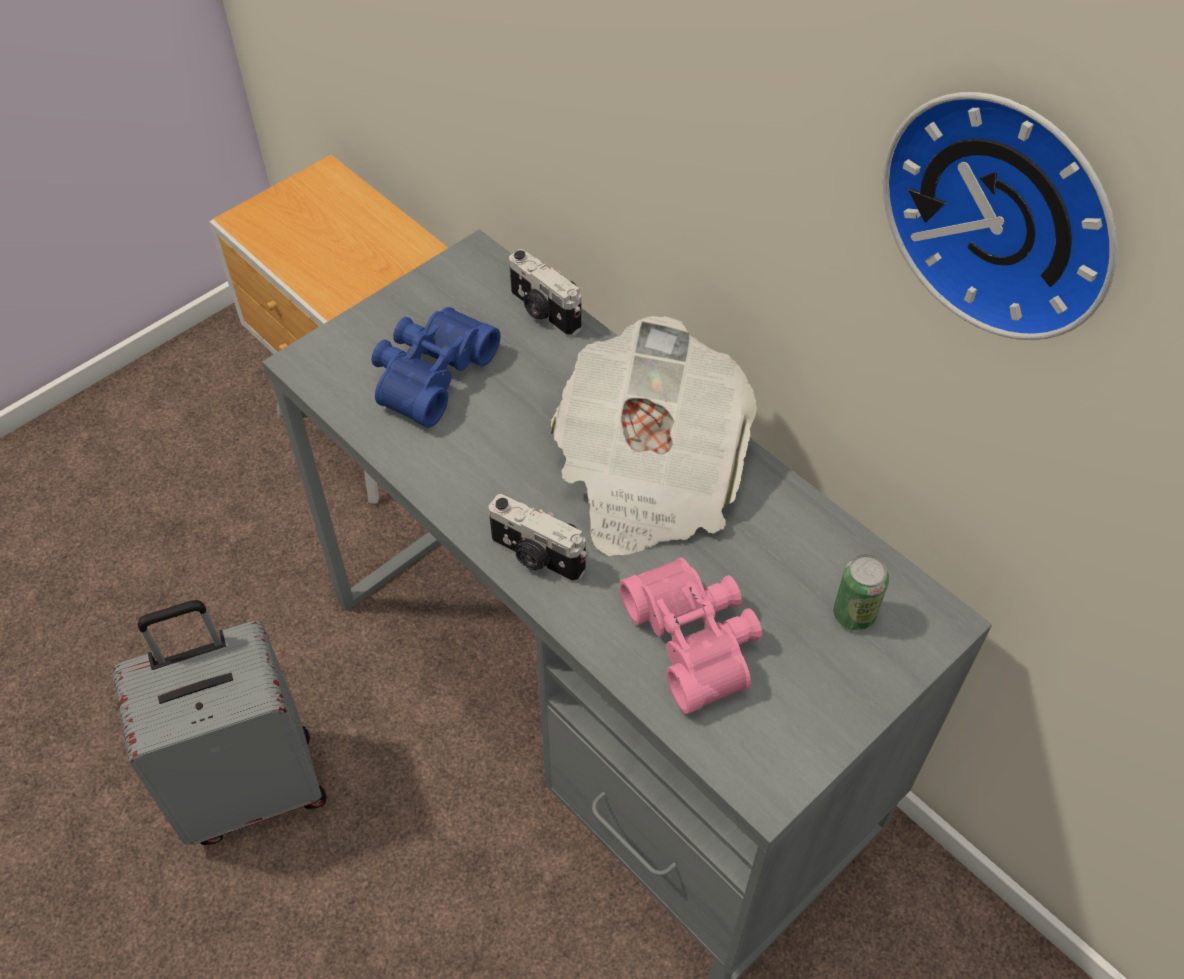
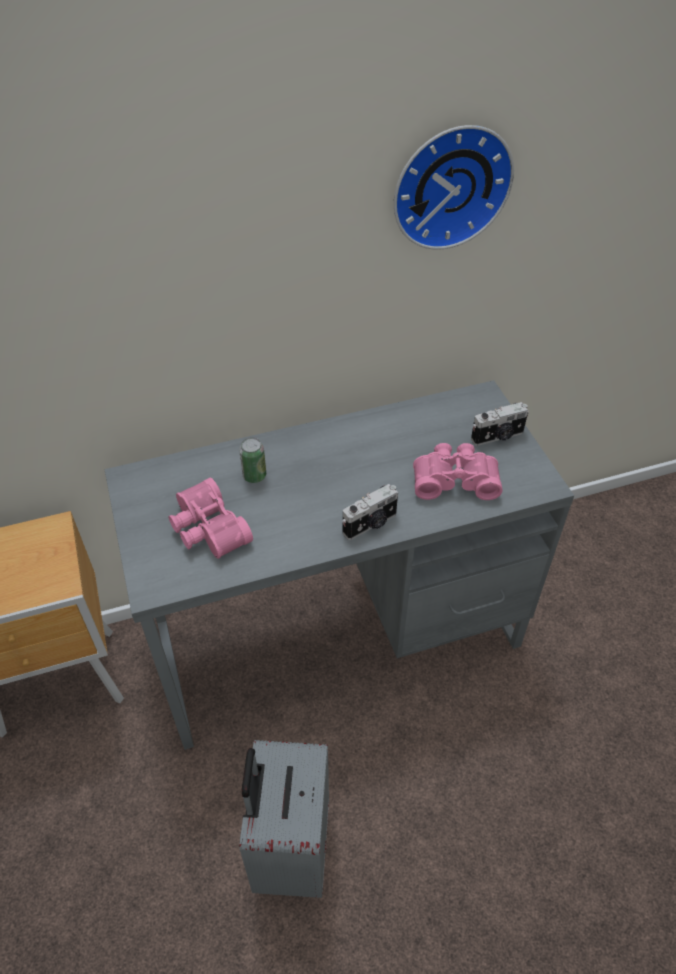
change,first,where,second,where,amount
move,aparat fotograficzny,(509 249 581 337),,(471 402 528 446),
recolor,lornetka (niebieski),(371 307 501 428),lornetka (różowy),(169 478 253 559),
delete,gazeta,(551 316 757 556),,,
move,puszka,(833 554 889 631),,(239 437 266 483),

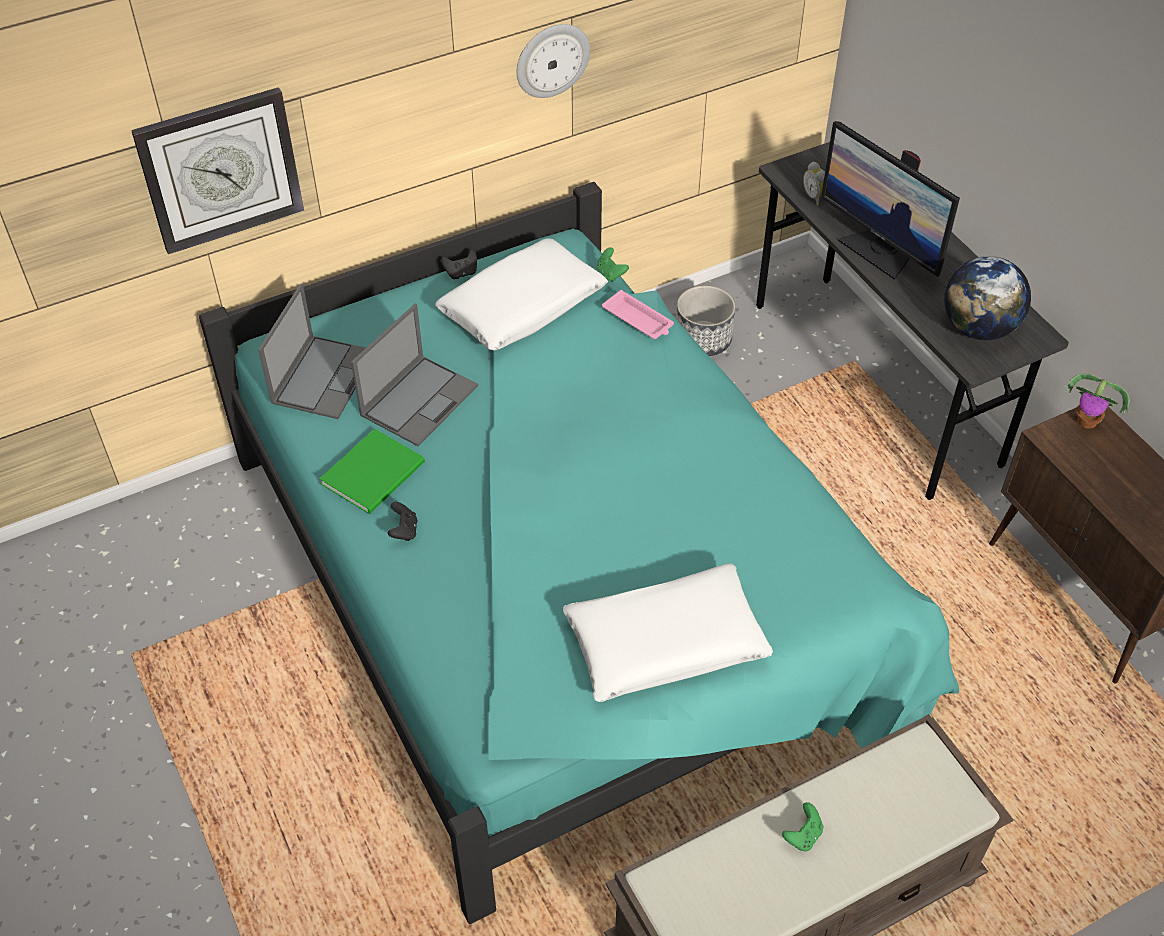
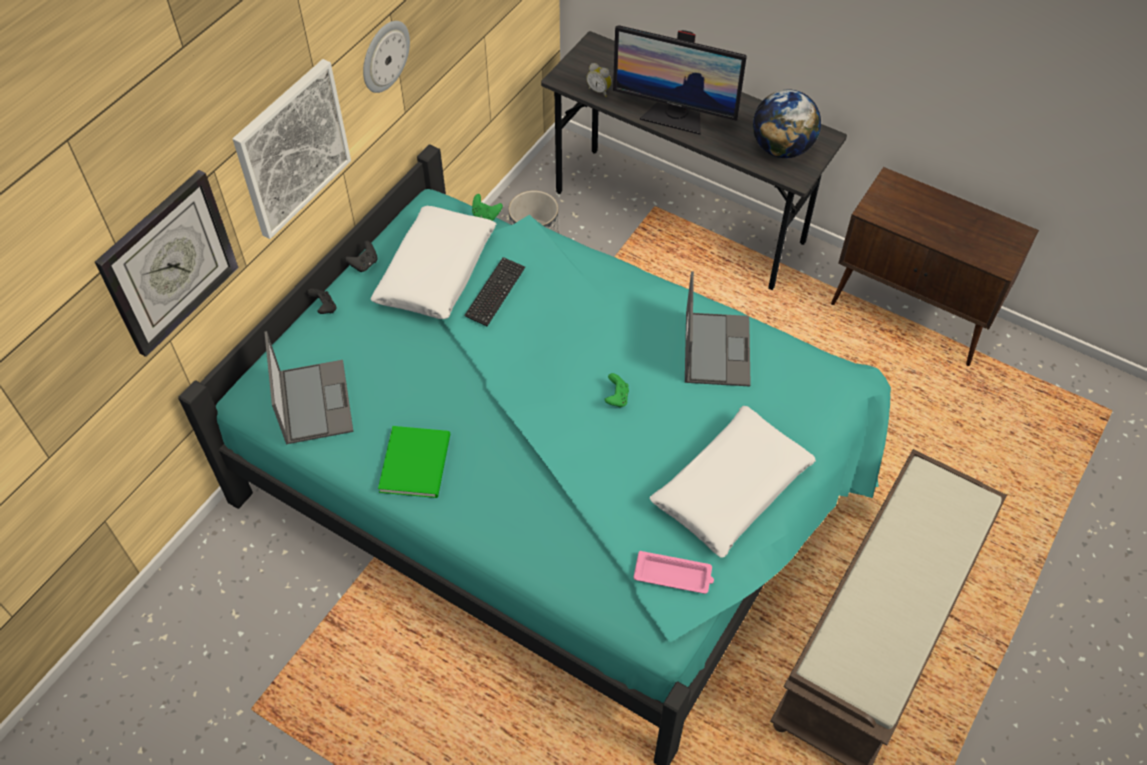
change,first,where,second,where,amount
move,taca (różowy),(602 290 674 339),,(634 551 714 594),
move,laptop,(351 303 478 446),,(685 271 751 386),
delete,roślina doniczkowa,(1064 373 1130 428),,,
move,pad do gier (czarny),(387 502 417 541),,(307 288 337 314),
move,pad do gier (zielony),(782 802 823 852),,(605 373 629 408),
insert,,,obraz,(233 59 351 239),
insert,,,klawiatura,(464 257 525 326),

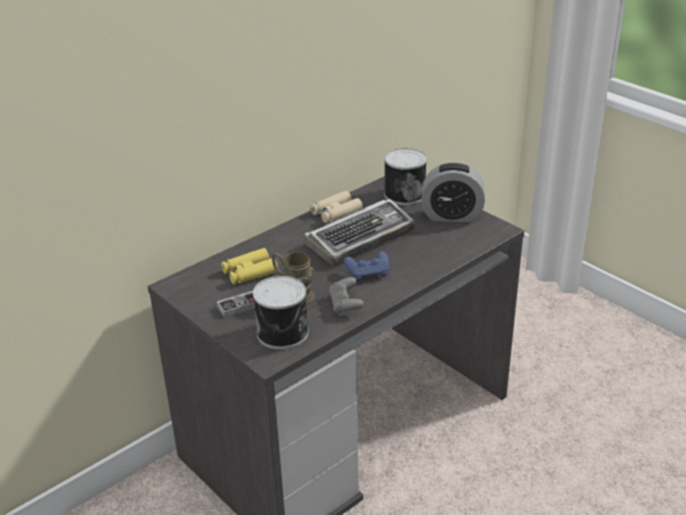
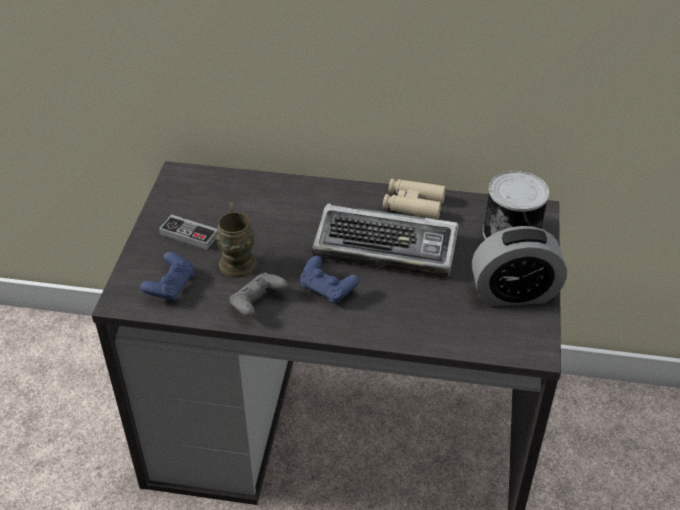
change,first,where,second,where,amount
rotate,budzik,(421 162 485 222),,(472 226 567 306),60 degrees counterclockwise
delete,lornetka (żółty),(221 248 278 284),,,
replace,puszka,(253 276 308 349),pad do gier (niebieski),(140 252 195 302),

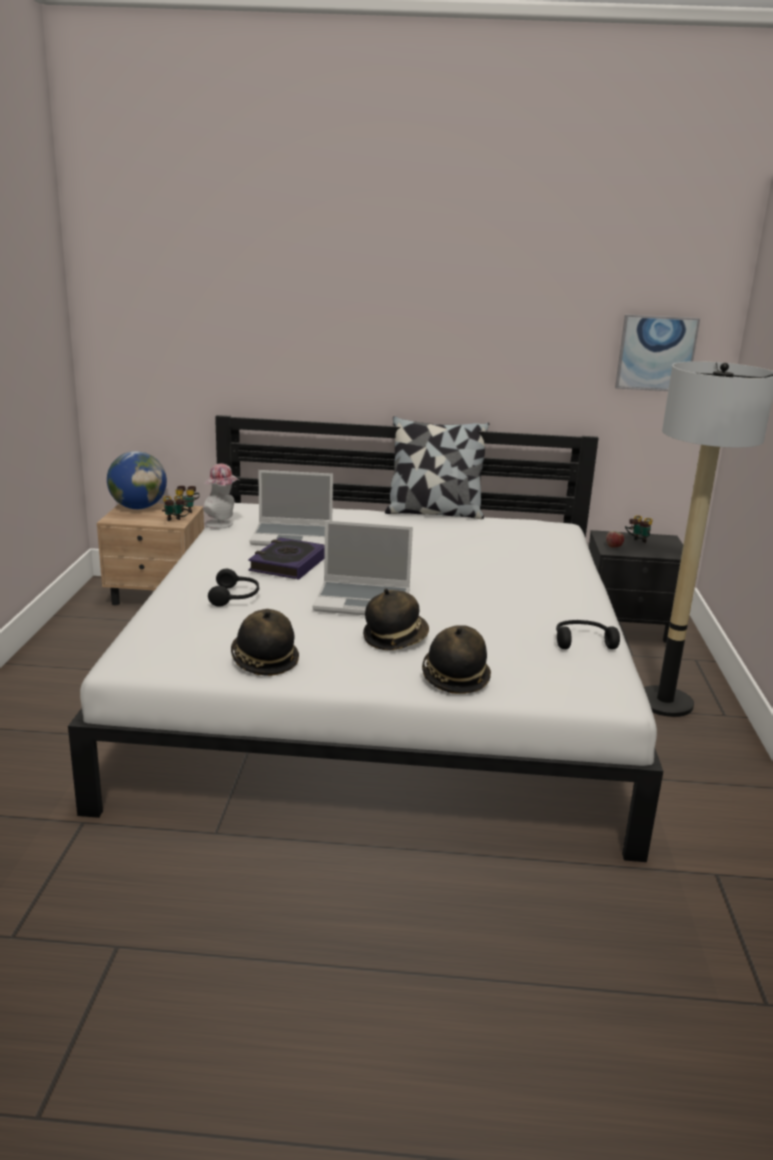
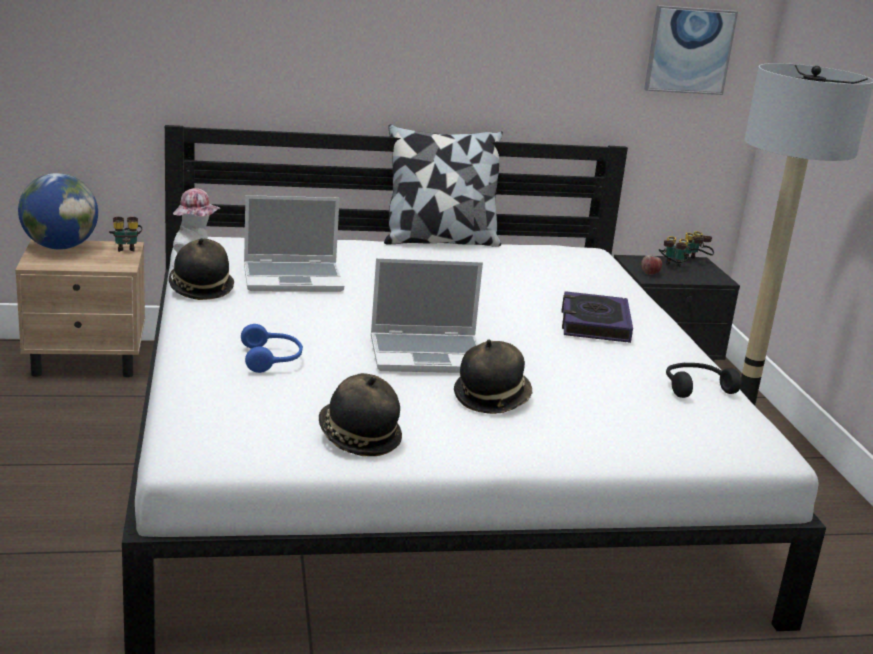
change,first,where,second,where,amount
move,lornetka,(162 495 189 521),,(684 231 714 261),
move,książka,(248 537 325 579),,(561 291 633 343),
recolor,słuchawki (czarny),(208 569 259 607),słuchawki (niebieski),(241 324 303 373),
move,kapelusz,(422 625 491 694),,(169 238 234 300),

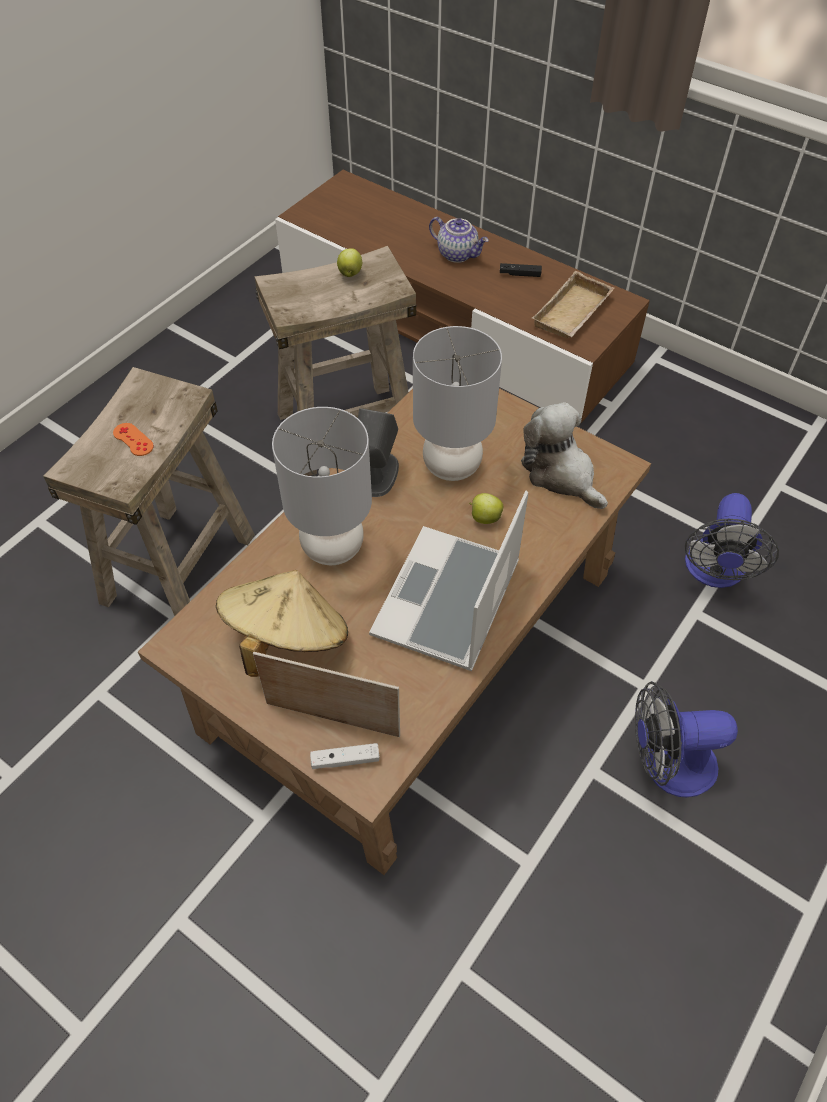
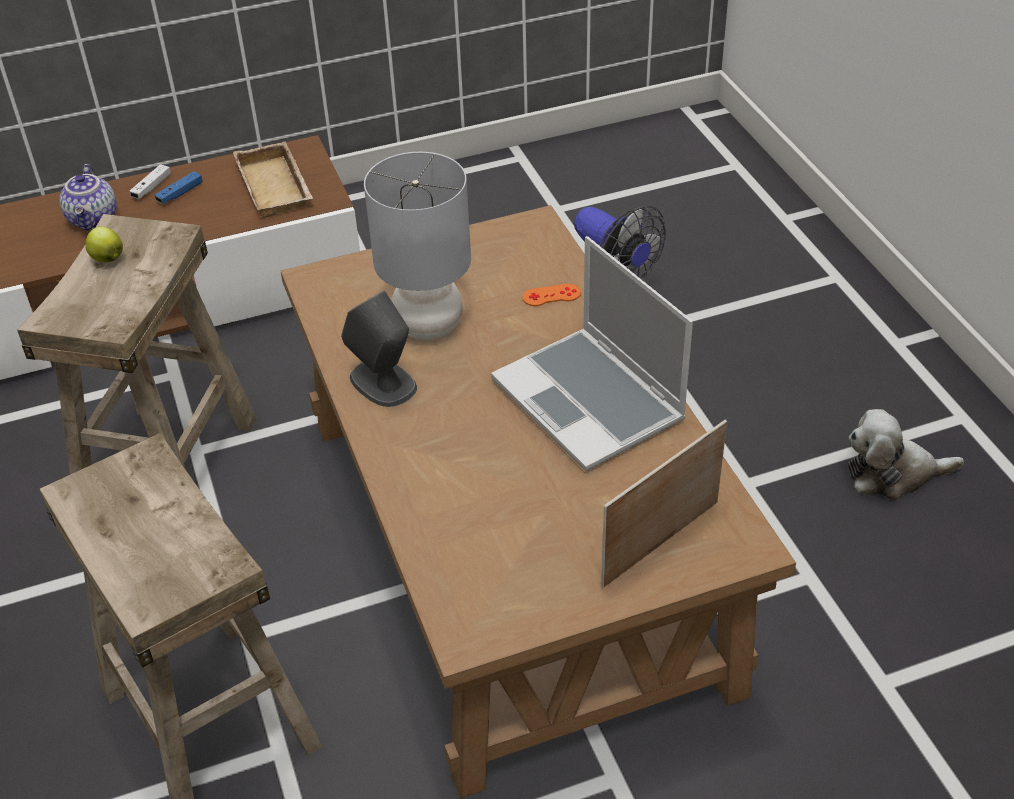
change,first,where,second,where,amount
rotate,imbryk,(429 217 489 263),,(59 164 117 230),105 degrees clockwise
recolor,pad do gier (czarny),(500 263 542 277),pad do gier (niebieski),(155 171 202 204),
move,pluszak,(521 402 608 509),,(848 409 964 500),
delete,lampa stołowa (szary),(272 407 372 565),,,
move,pad do gier (pomarańczowy),(113 423 154 456),,(523 284 581 306),
delete,jabłko,(469 493 503 524),,,
delete,kapelusz (beżowy),(216 570 348 677),,,
delete,wentylator,(635 681 738 797),,,
move,pad do gier (biały),(310 743 379 769),,(129 164 171 199),

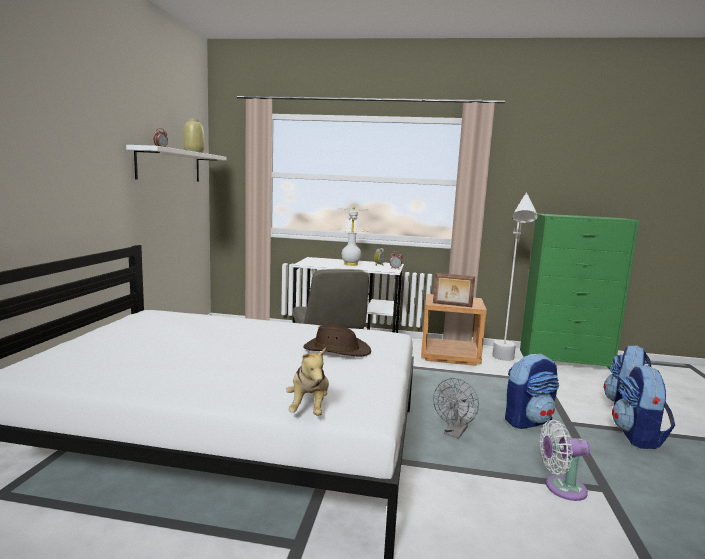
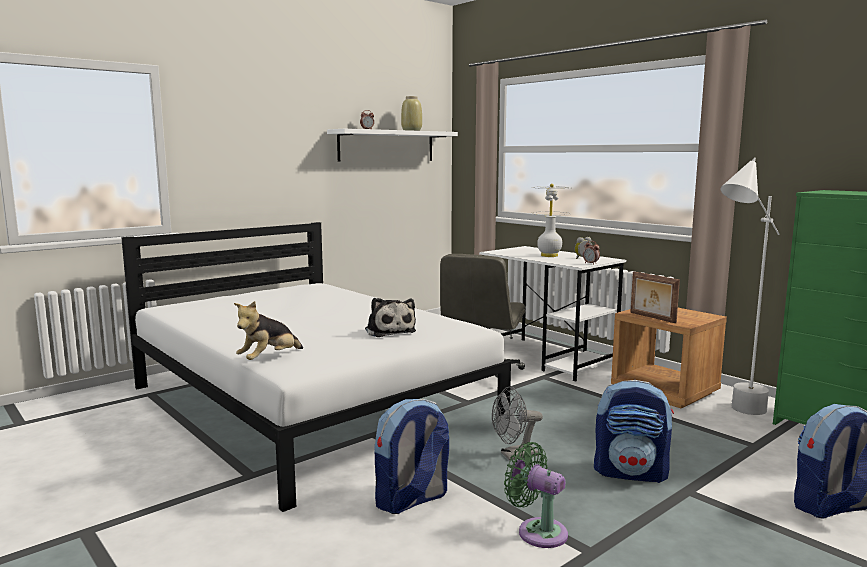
change,first,where,second,where,amount
replace,kapelusz (brązowy),(303 324 371 357),pluszak,(365 298 416 337),
move,plecak,(612 365 675 449),,(375 399 449 514),
recolor,wentylator (biały),(539 420 590 501),wentylator (zielony),(504 442 568 548),

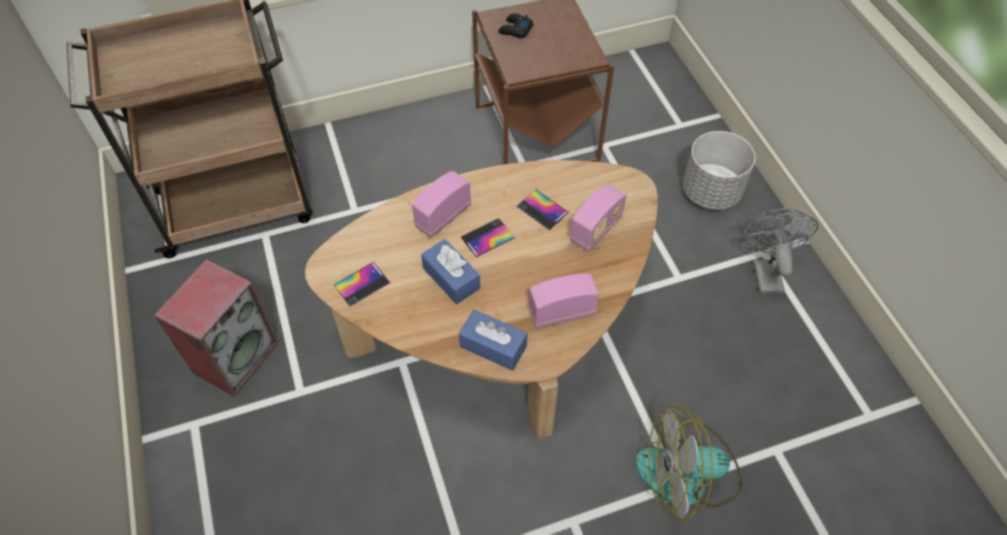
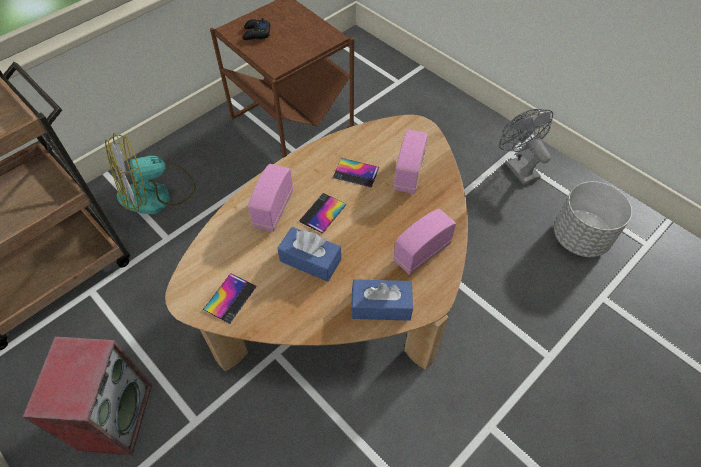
change,first,where,second,where,amount
move,donica (szary),(683 131 756 210),,(554 181 632 257),
move,wentylator,(635 406 743 520),,(105 133 196 214),

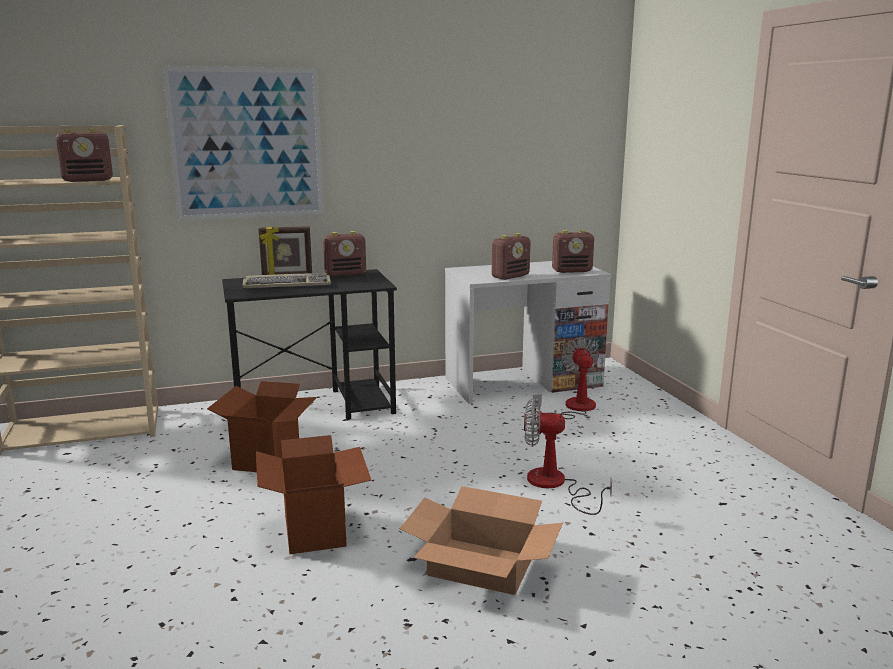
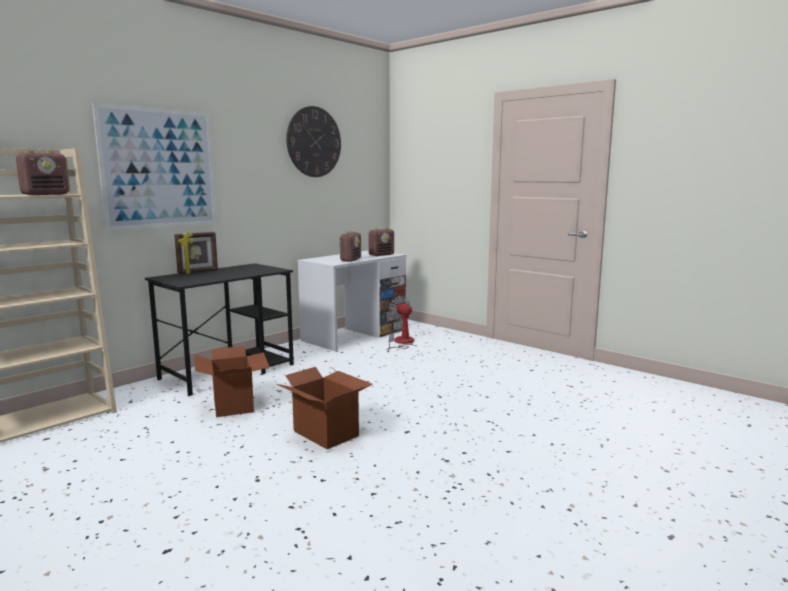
change,first,where,second,where,amount
delete,radio,(323 231 366 277),,,
delete,klawiatura,(242 273 331 288),,,
delete,wentylator,(524 399 612 515),,,
delete,karton,(400 486 563 595),,,
insert,,,zegar ścienny,(286 106 341 177),

